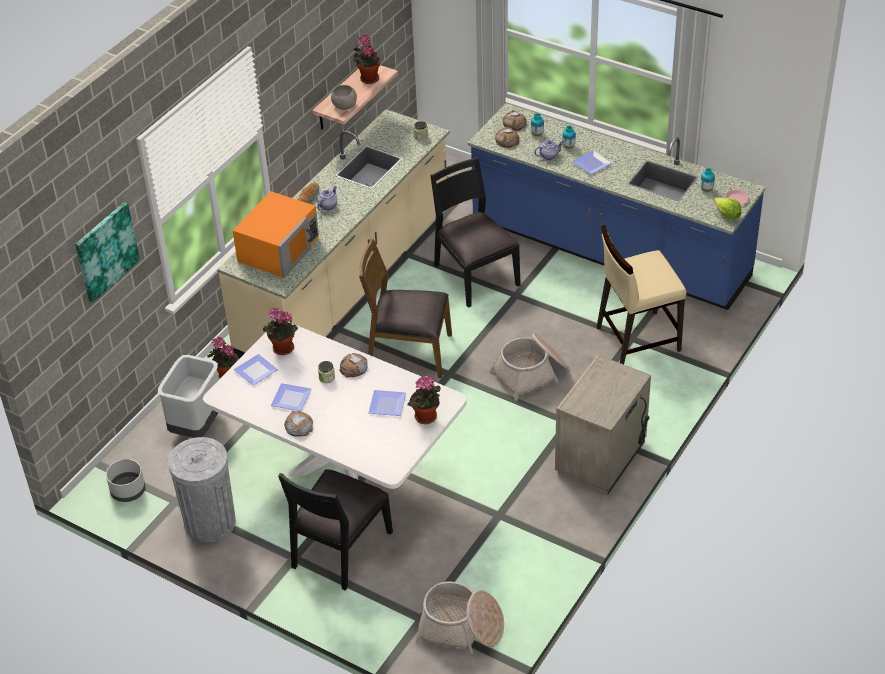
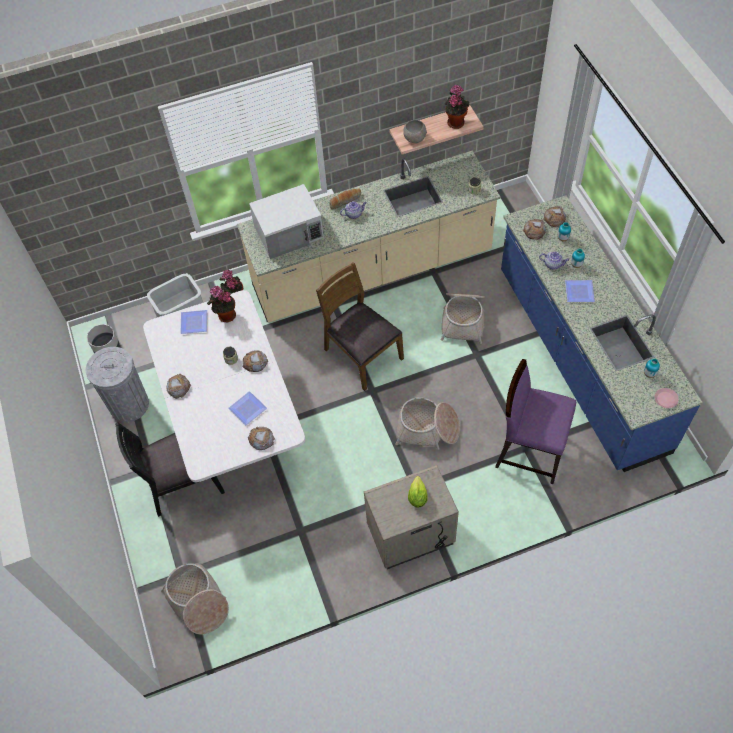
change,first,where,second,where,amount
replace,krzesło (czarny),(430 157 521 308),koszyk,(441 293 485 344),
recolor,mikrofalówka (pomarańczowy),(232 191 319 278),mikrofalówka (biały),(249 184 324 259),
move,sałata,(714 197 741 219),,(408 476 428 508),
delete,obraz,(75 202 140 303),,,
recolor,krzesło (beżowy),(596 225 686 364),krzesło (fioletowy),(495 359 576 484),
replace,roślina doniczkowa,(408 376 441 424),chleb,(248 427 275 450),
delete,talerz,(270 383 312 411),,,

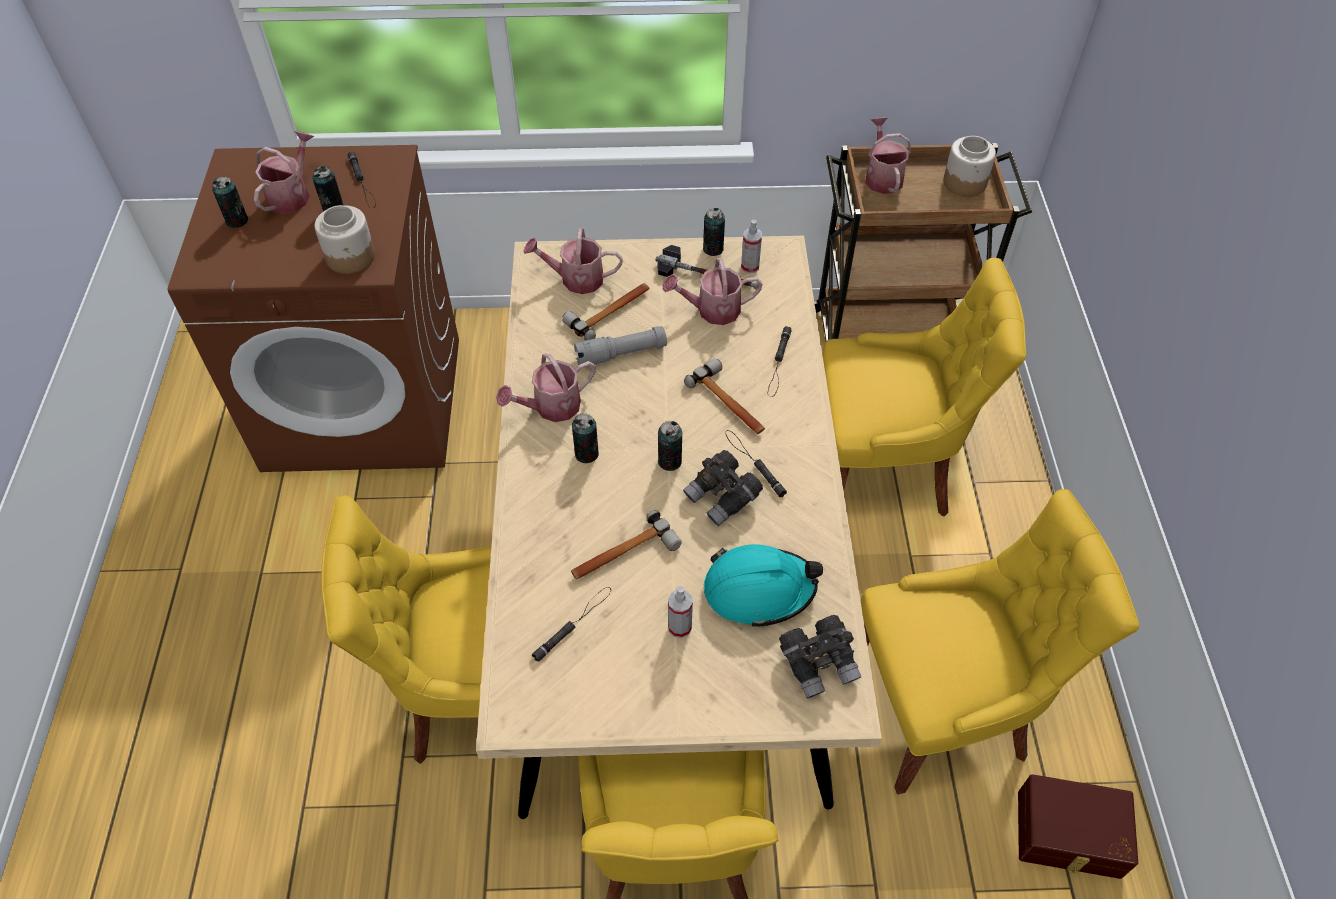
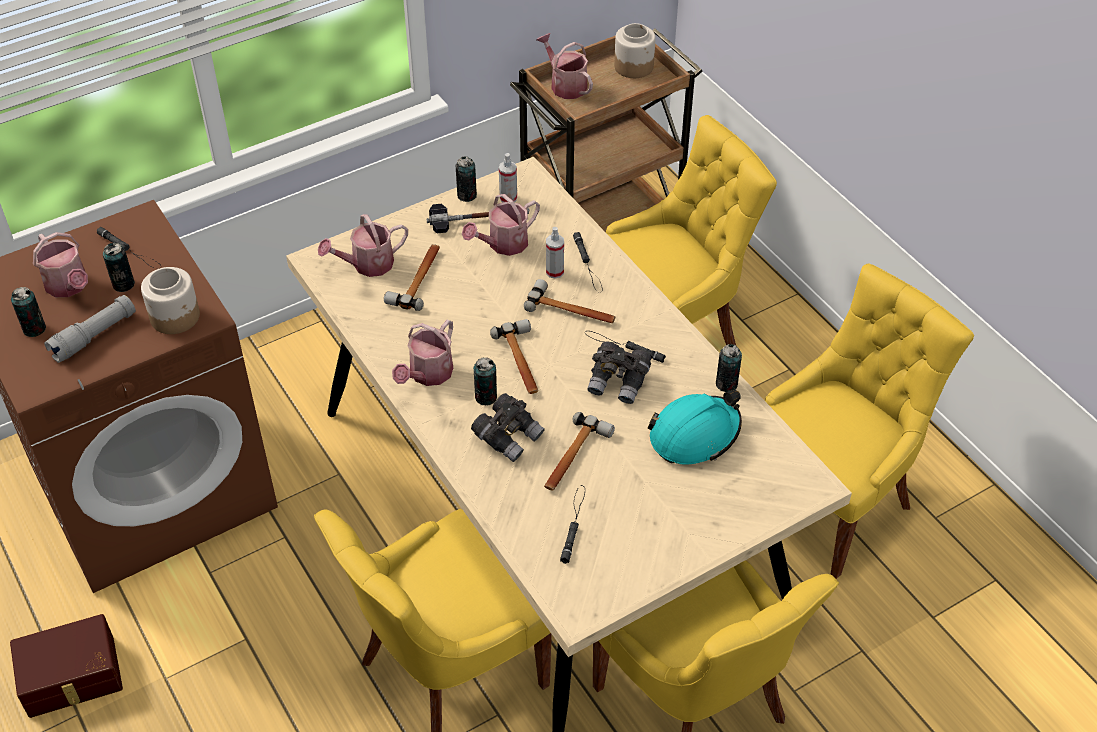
change,first,where,second,where,amount
rotate,konewka,(254 131 314 214),,(33 232 88 297),150 degrees clockwise
move,latarka (szary),(574 326 667 365),,(44 295 136 363),
move,puszka,(658 421 682 471),,(716 344 742 392),
move,spryskiwacz,(668 586 693 638),,(546 227 564 279),
move,lornetka (szary),(779 615 861 698),,(471 393 545 462),
move,pojemnik do przechowywania (brązowy),(1018 774 1138 879),,(10 614 123 718),
insert,,,młotek,(490 319 538 394),

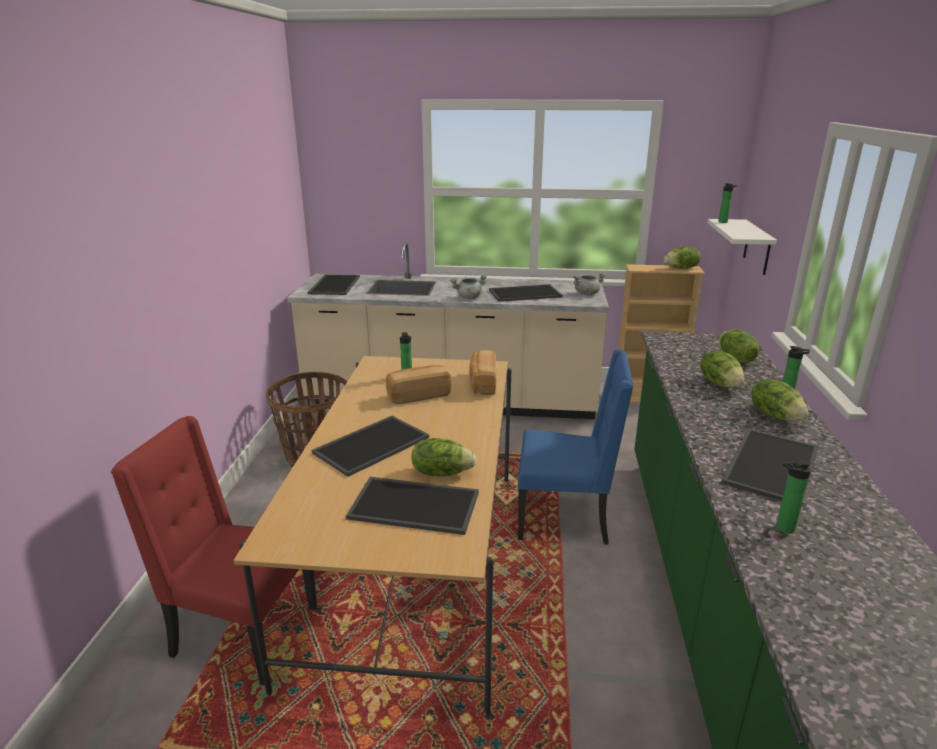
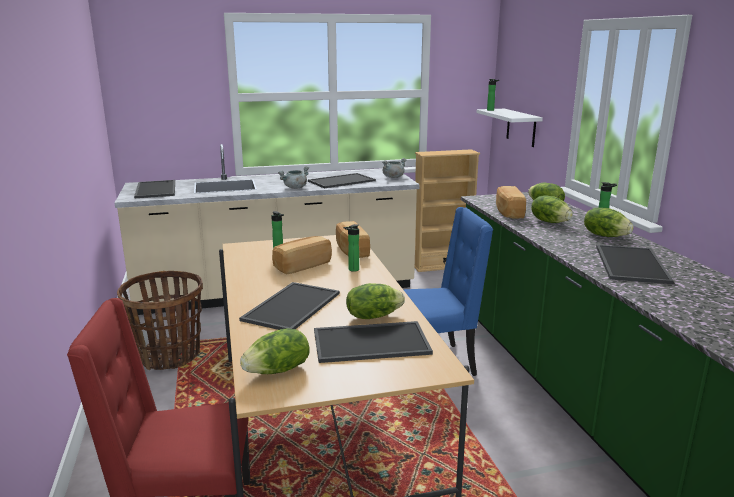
change,first,where,second,where,amount
move,sałata,(664 246 701 269),,(240 328 310 374),
move,butelka,(776 460 811 533),,(344 224 359 272),
insert,,,chleb,(496 186 526 219),

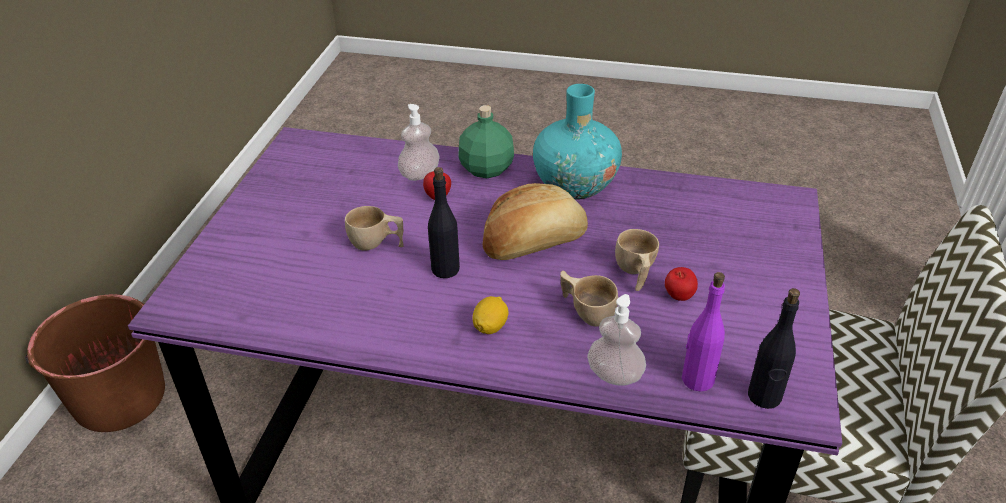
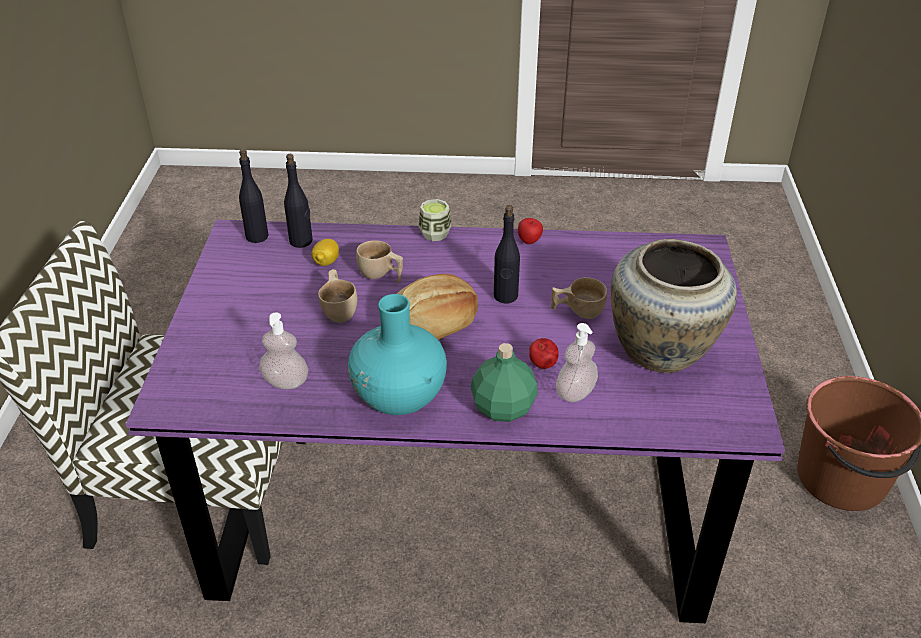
change,first,where,second,where,amount
move,jabłko,(665 267 698 301),,(518 218 543 244),
recolor,butelka (fioletowy),(682 272 725 392),butelka (czarny),(284 154 313 248),
move,dozownik mydła,(587 294 646 386),,(259 312 309 389),
move,cytryna,(472 296 509 334),,(311 239 339 266),
insert,,,filiżanka,(419 199 451 241),
insert,,,wazon (beżowy),(611 239 737 373),

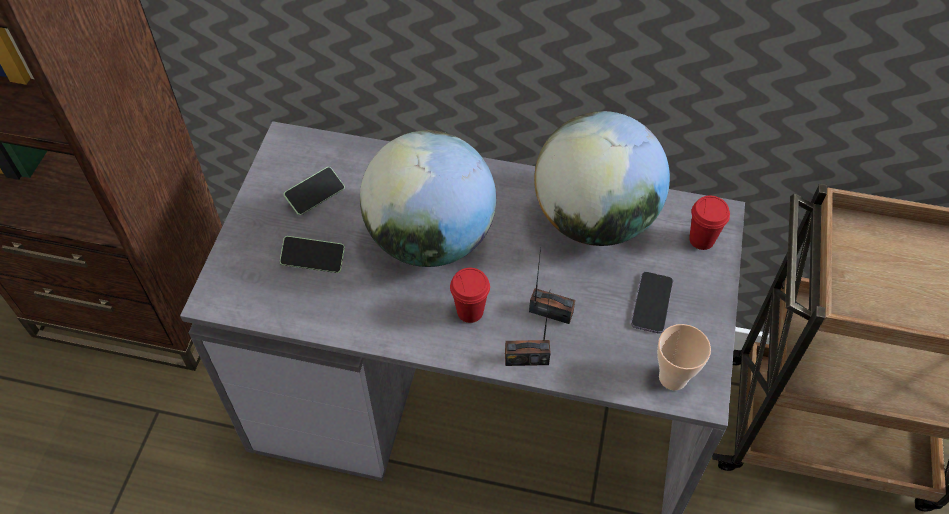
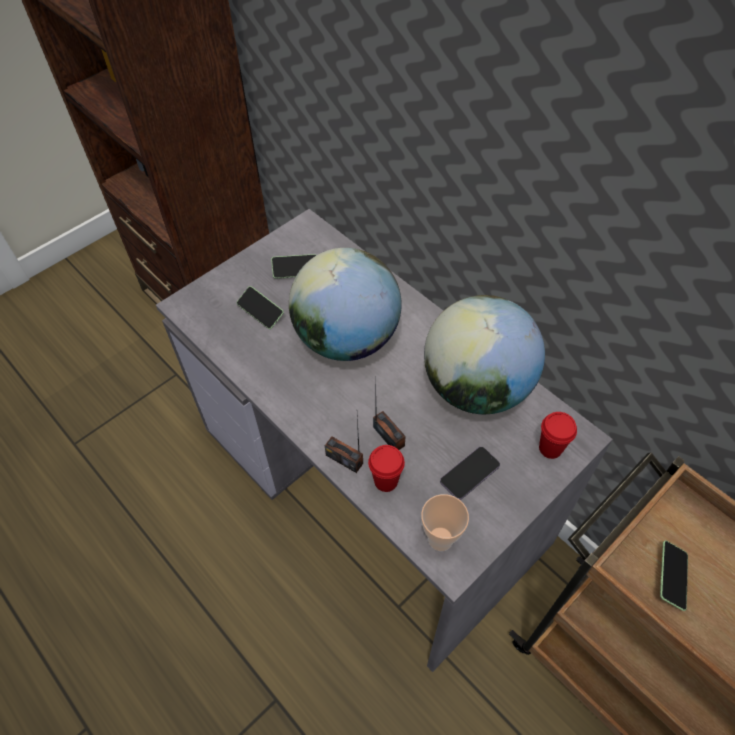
change,first,where,second,where,amount
move,filiżanka (czerwony),(450 268 490 323),,(368 445 405 492),
insert,,,telefon,(660 540 688 611),

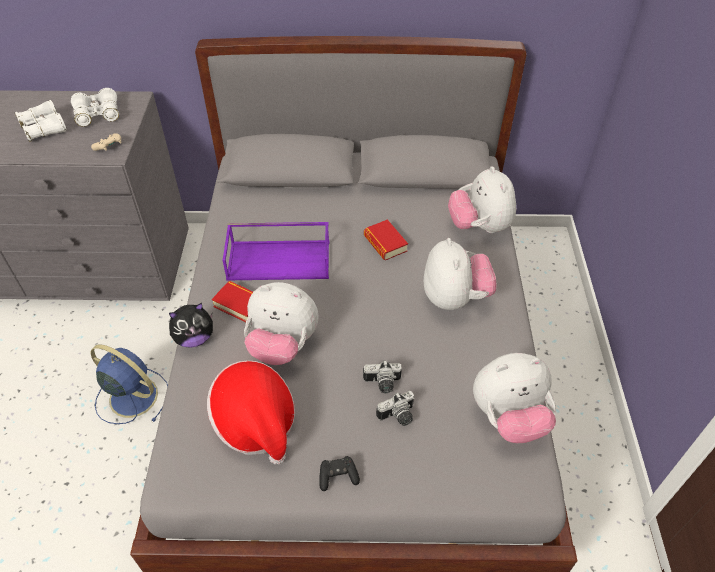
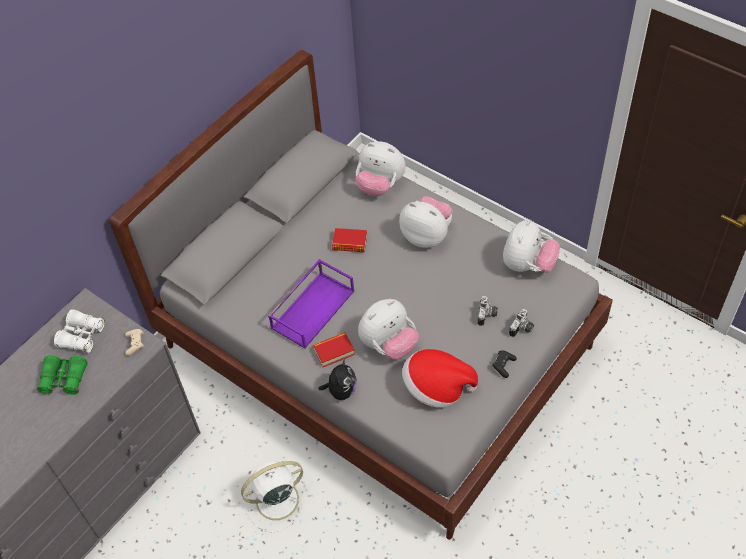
change,first,where,second,where,amount
recolor,lornetka (biały),(15 100 67 142),lornetka (zielony),(37 355 87 395),
recolor,wentylator (niebieski),(90 344 168 424),wentylator (biały),(241 461 312 532),
move,aparat fotograficzny,(363 360 402 393),,(509 309 534 337),

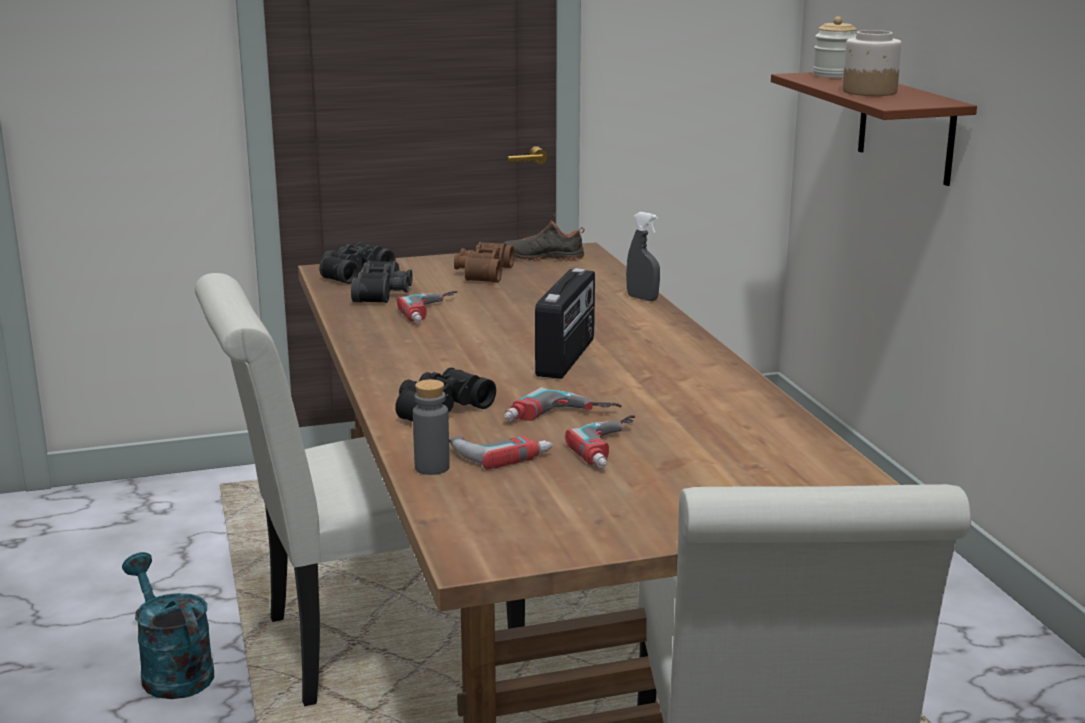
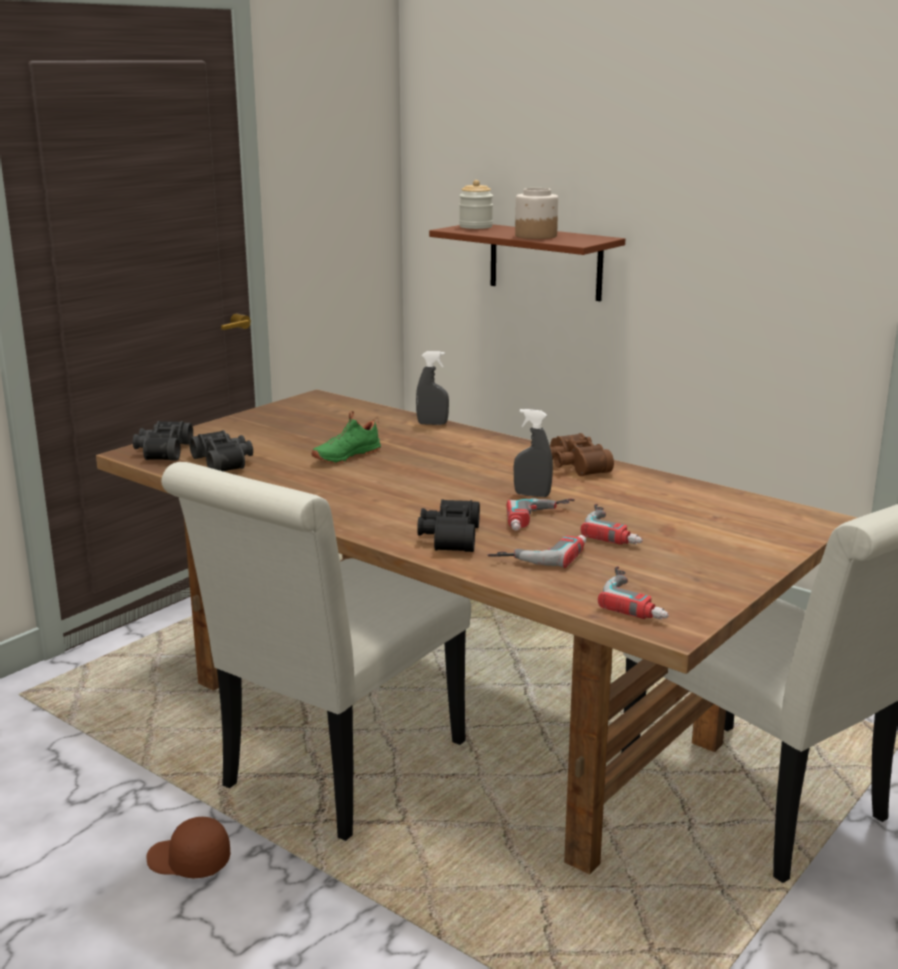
change,first,where,second,where,amount
delete,but (czarny),(504 214 585 261),,,
move,lornetka (brązowy),(454 242 514 283),,(550 433 614 476),
delete,radio,(535 268 595 379),,,
move,wiertarka,(397 291 457 323),,(598 566 669 619),
delete,butelka (szary),(413 379 450 475),,,
replace,konewka (turkusowy),(122 552 214 699),czapka z daszkiem (brązowy),(146 817 230 878),
insert,,,spryskiwacz (szary),(514 409 553 497),
insert,,,but (zielony),(312 411 381 463),

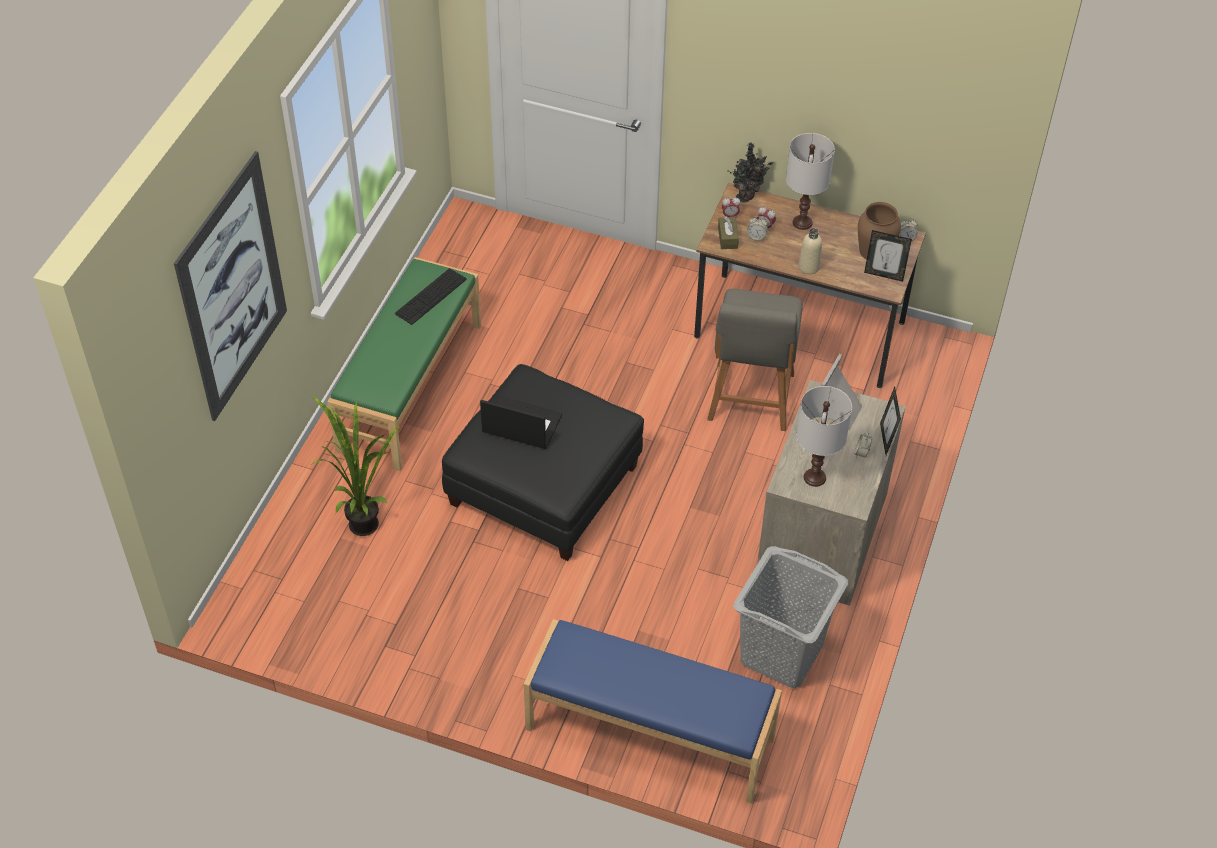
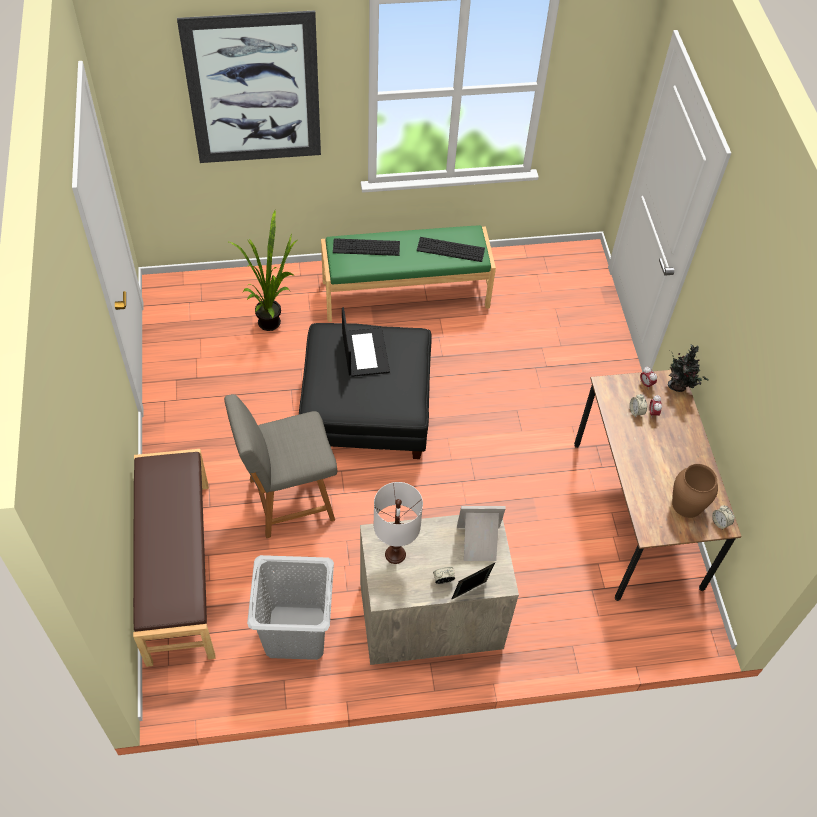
change,first,where,second,where,amount
delete,lampa stołowa (biały),(786 133 835 230),,,
delete,pudełko chusteczek (brązowy),(718 216 739 249),,,
delete,butelka (beżowy),(799 228 822 274),,,
delete,ramka na zdjęcie,(864 230 912 282),,,
move,krzesło (szary),(707 289 803 431),,(224 394 337 538),
recolor,ławka (niebieski),(524 619 782 803),ławka (brązowy),(133 449 215 667),
insert,,,klawiatura,(333 238 400 256),

